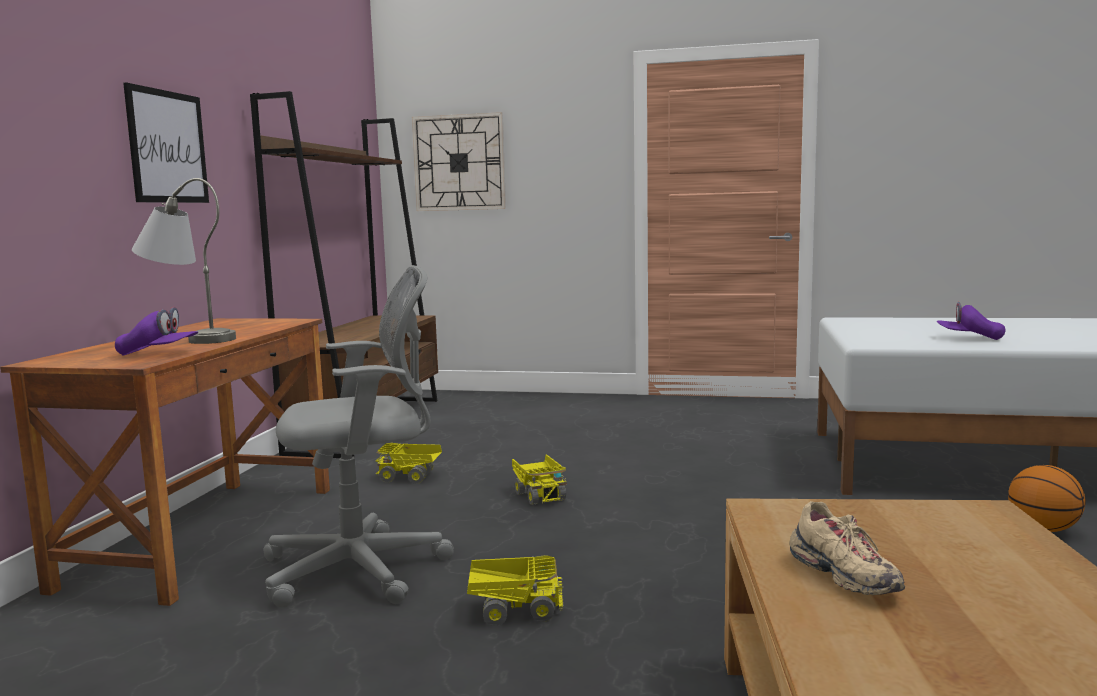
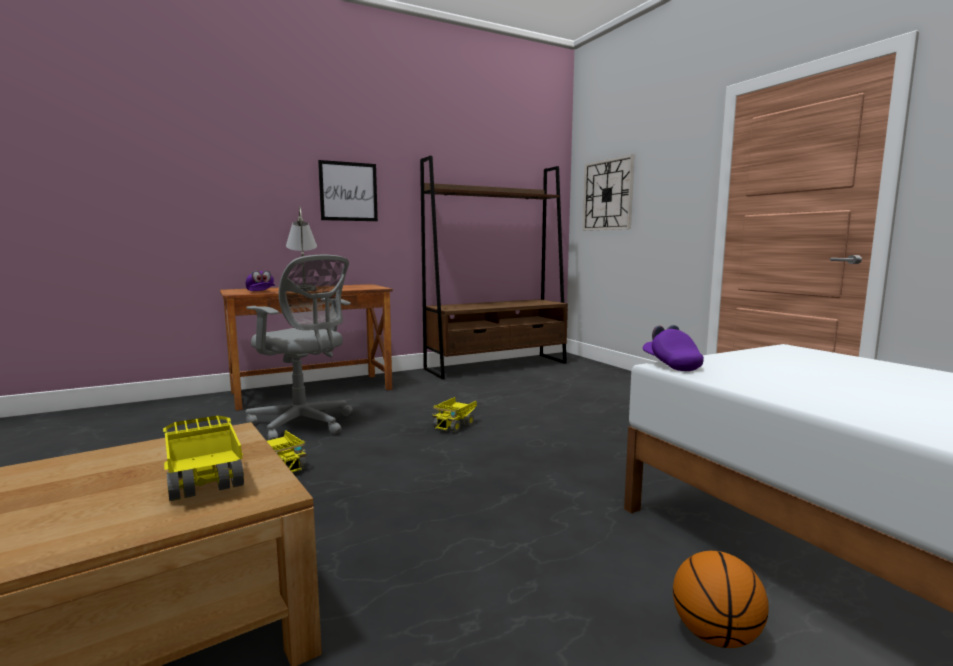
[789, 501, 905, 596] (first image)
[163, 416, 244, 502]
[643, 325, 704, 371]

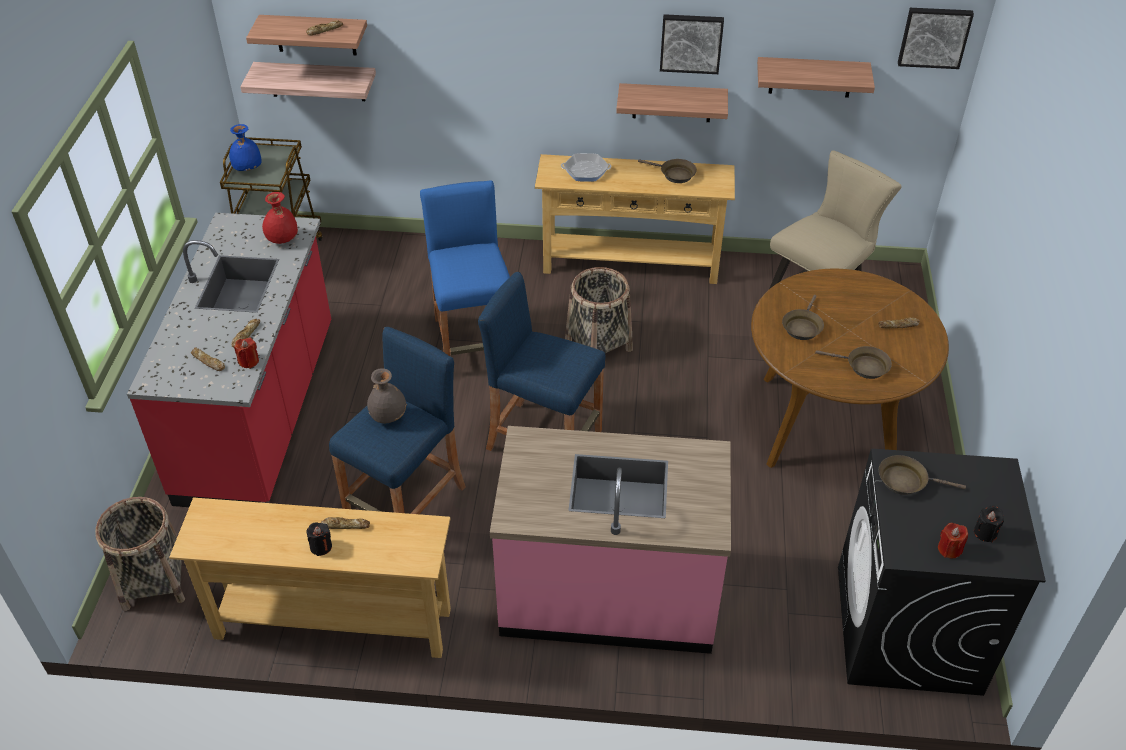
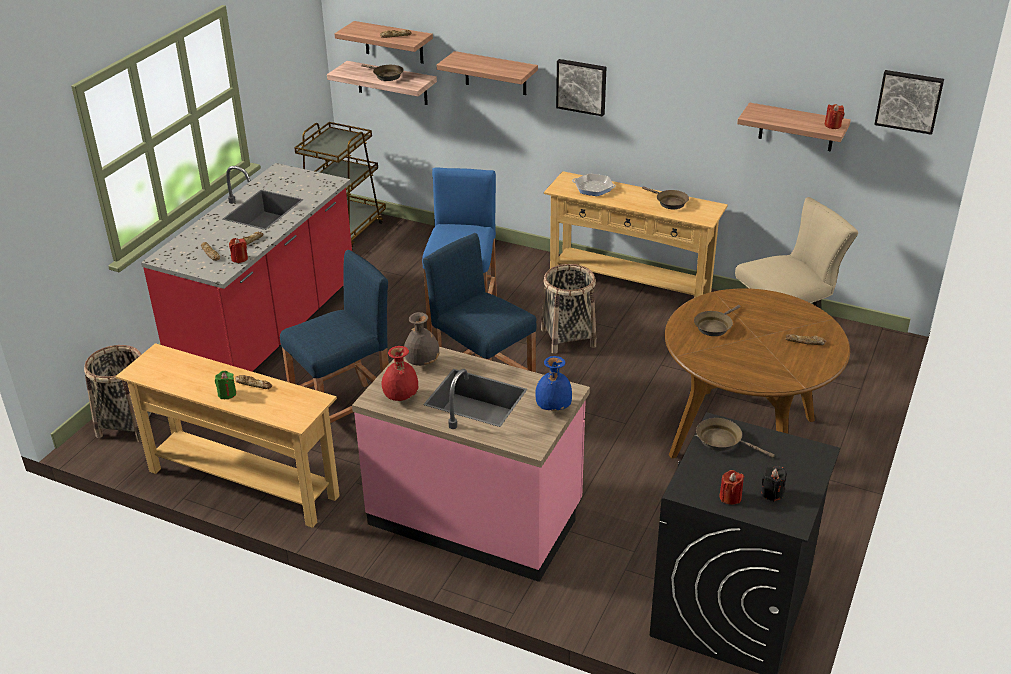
[825, 104, 844, 129]
[535, 356, 572, 411]
[381, 346, 418, 401]
[404, 312, 440, 366]
[437, 51, 538, 95]
[556, 59, 607, 116]
[361, 64, 404, 81]
[215, 371, 236, 399]

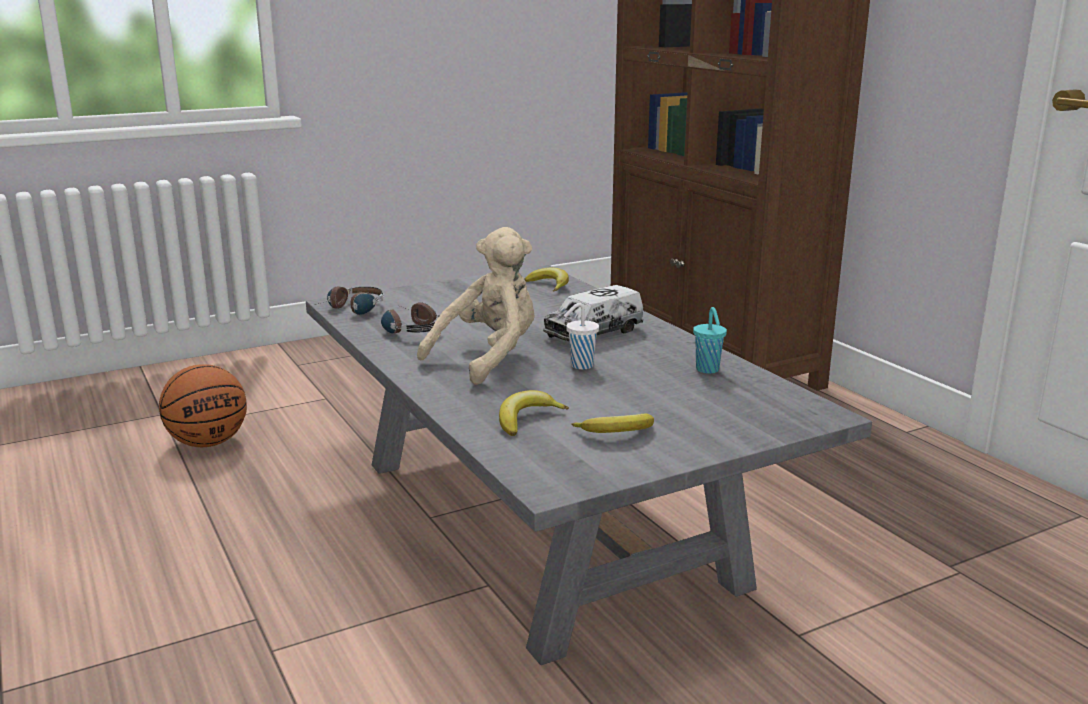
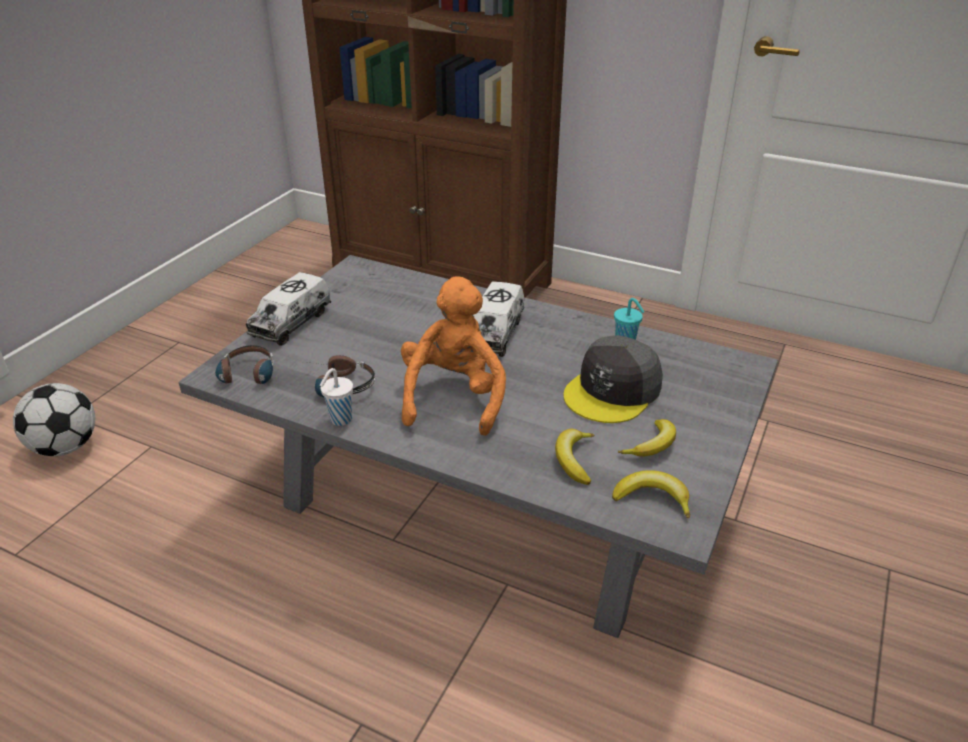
[159, 364, 247, 447] (first image)
[13, 383, 95, 456]
[246, 272, 331, 346]
[564, 335, 663, 423]
[612, 470, 690, 518]
[320, 368, 353, 426]
[401, 276, 506, 436]

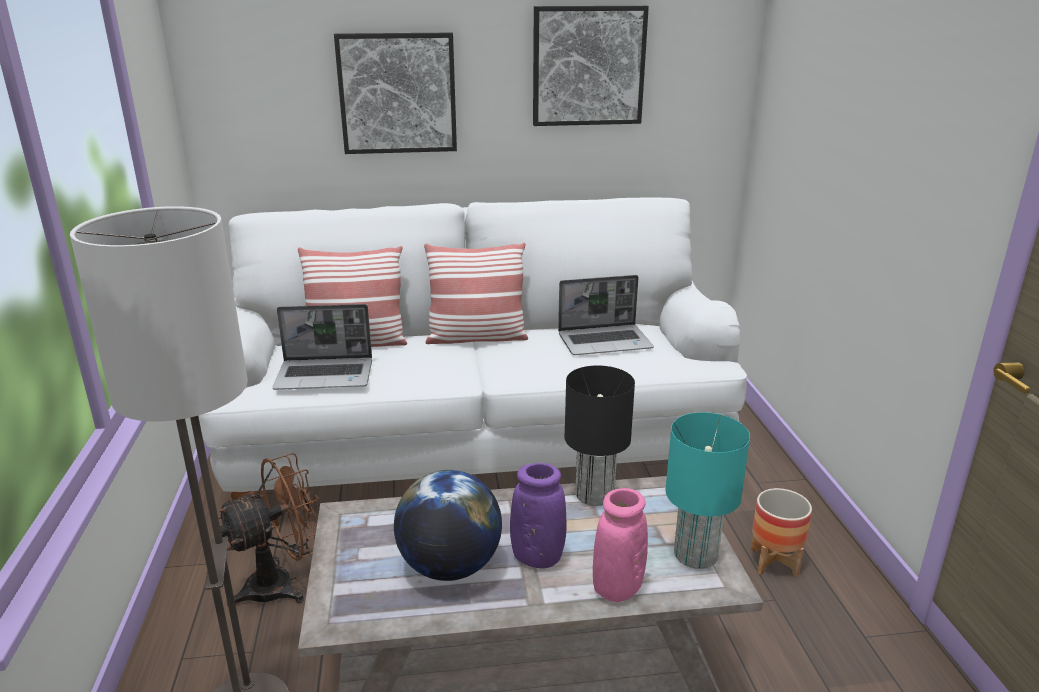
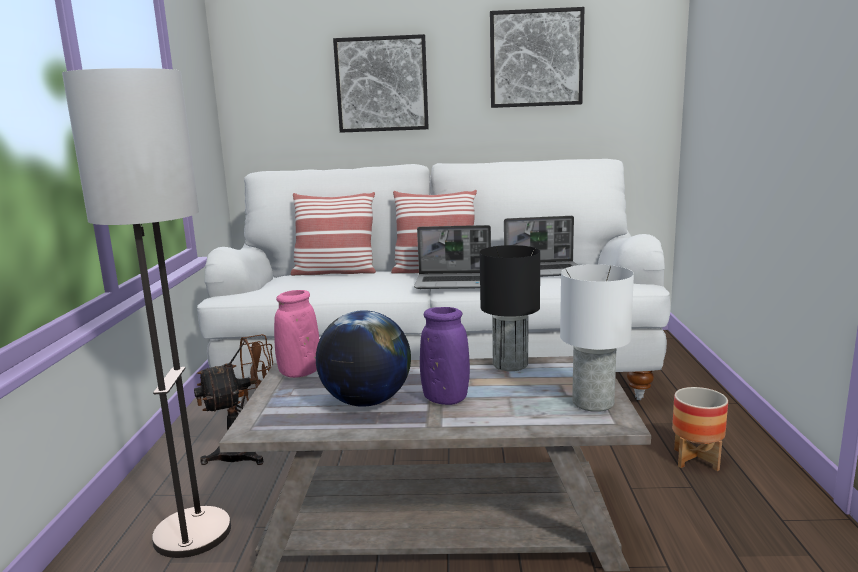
[414, 225, 491, 289]
[274, 290, 319, 378]
[560, 264, 634, 412]

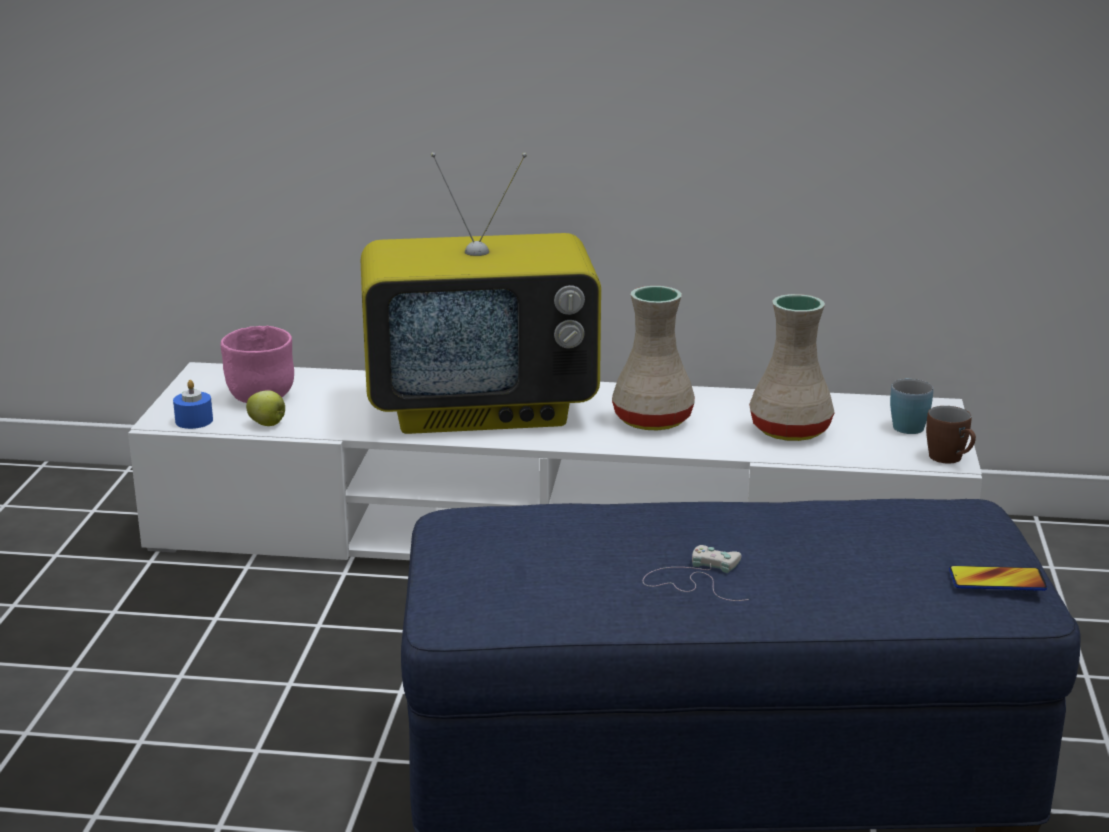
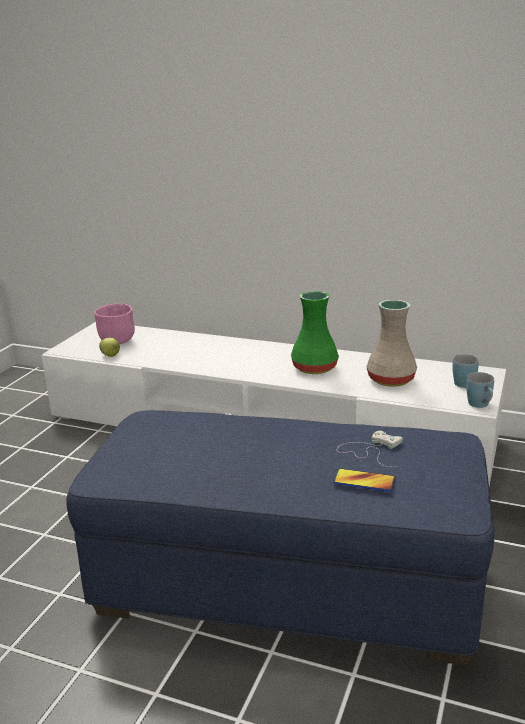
[173, 380, 213, 429] (first image)
[361, 152, 601, 434] (first image)
[336, 431, 403, 467]
[333, 469, 396, 492]
[291, 291, 339, 374]
[466, 372, 494, 408]

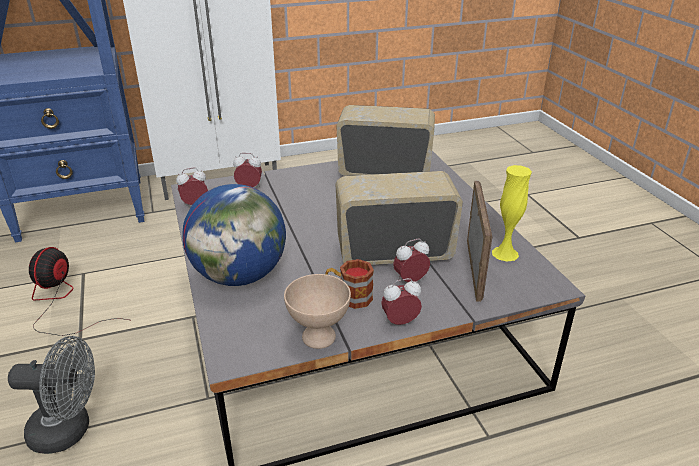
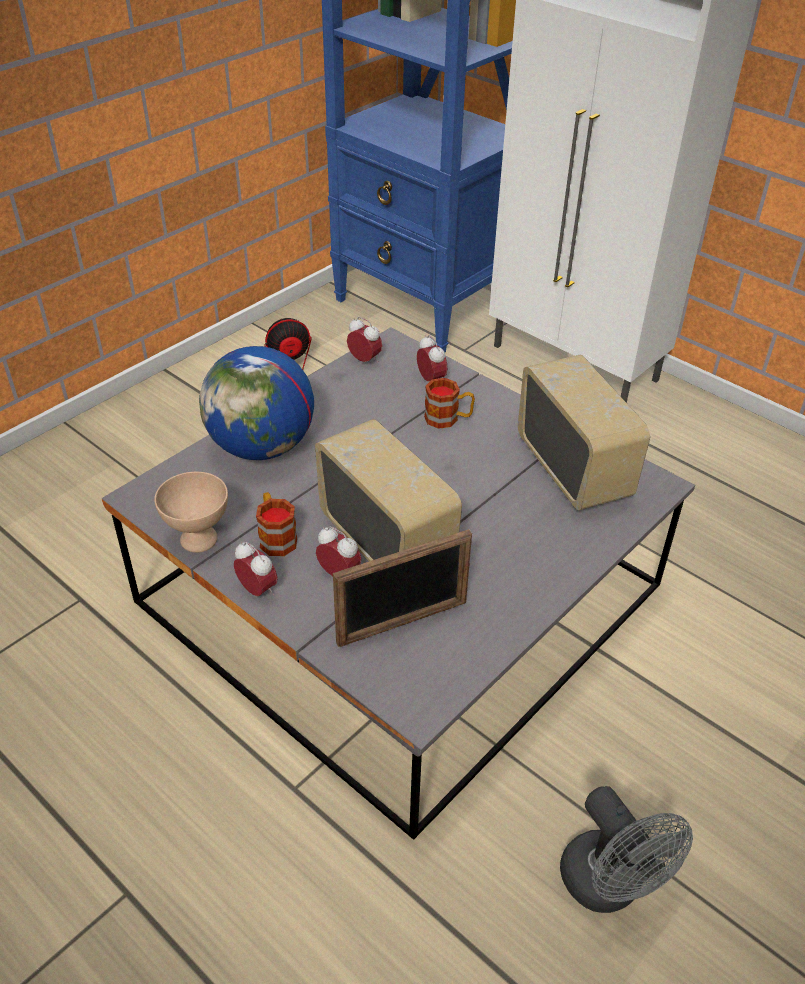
[492, 165, 532, 262] (first image)
[424, 378, 475, 429]
[560, 786, 693, 913]

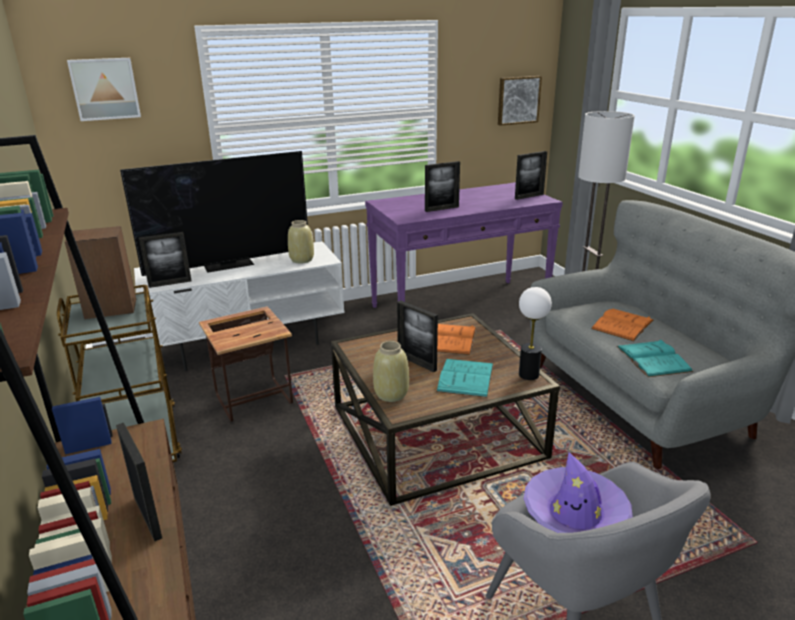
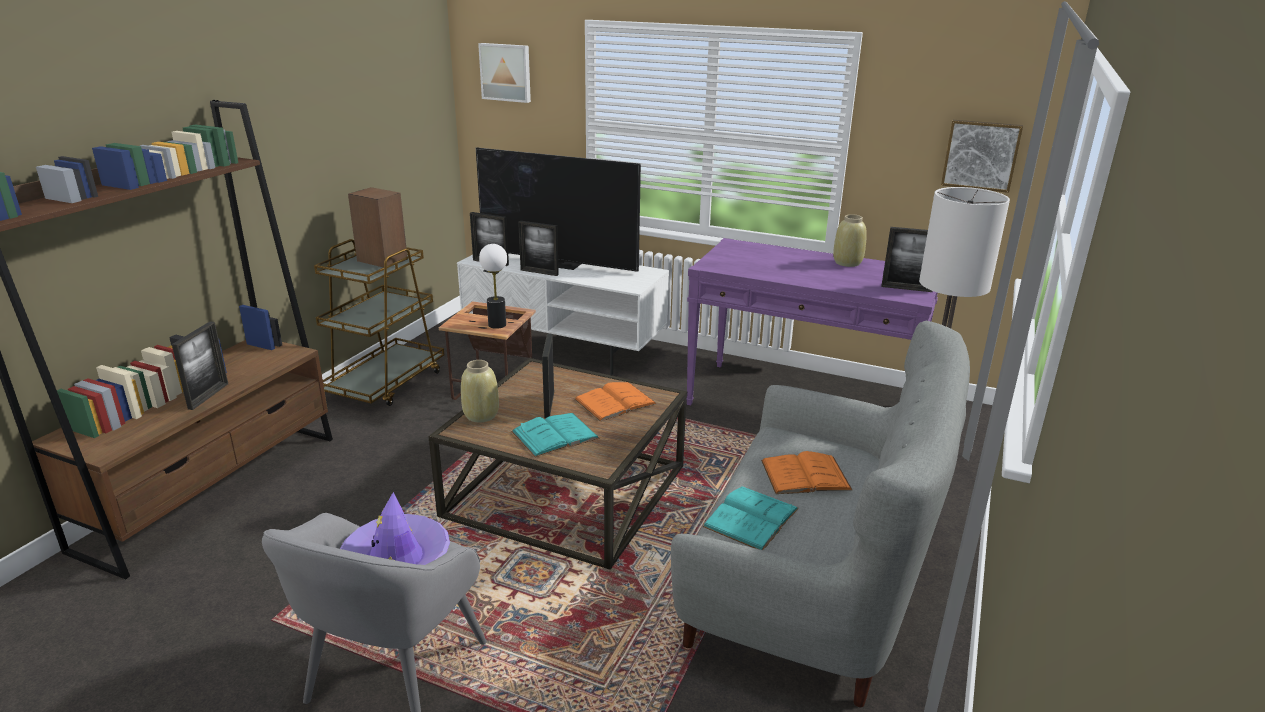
[833, 214, 867, 267]
[518, 221, 559, 276]
[479, 244, 507, 329]

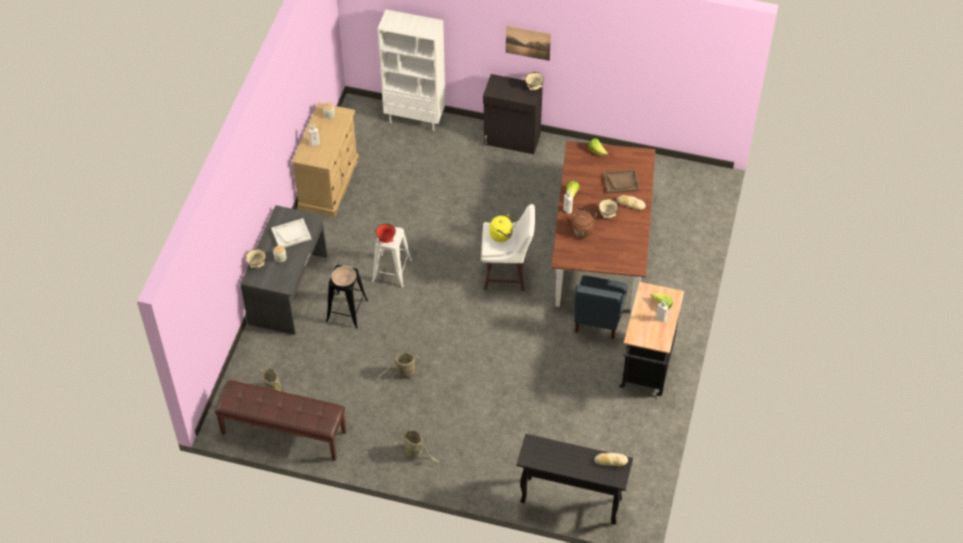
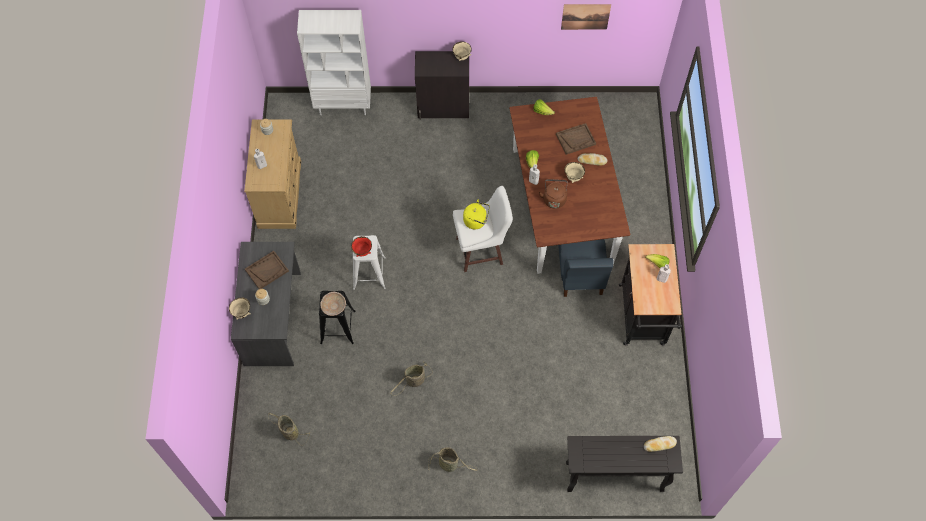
[215, 380, 347, 461] (first image)
[561, 4, 611, 30]
[245, 251, 289, 289]

